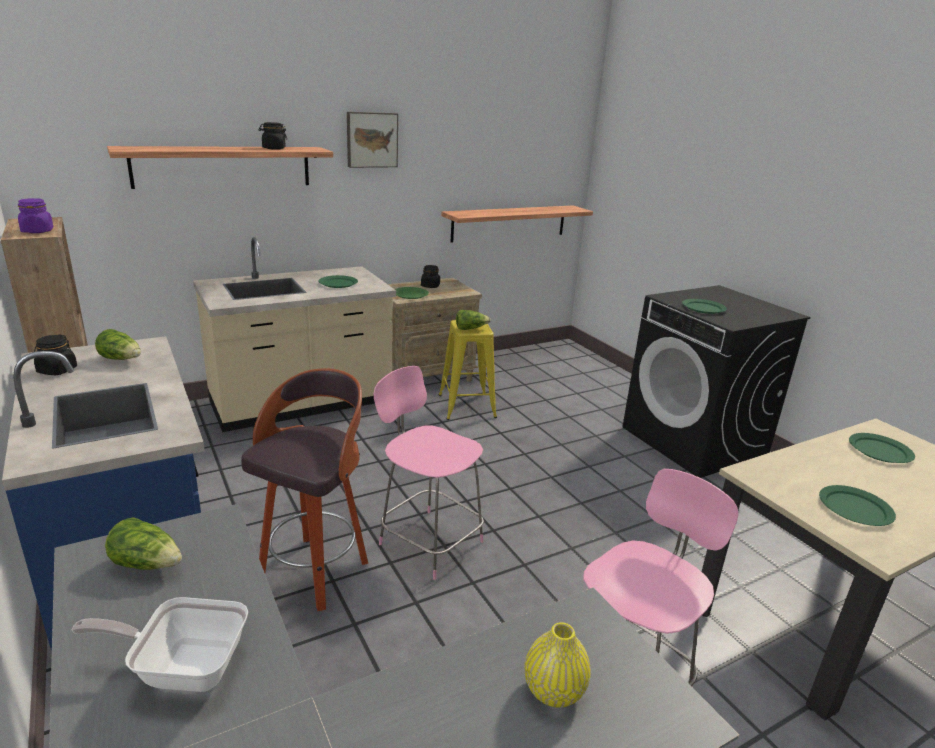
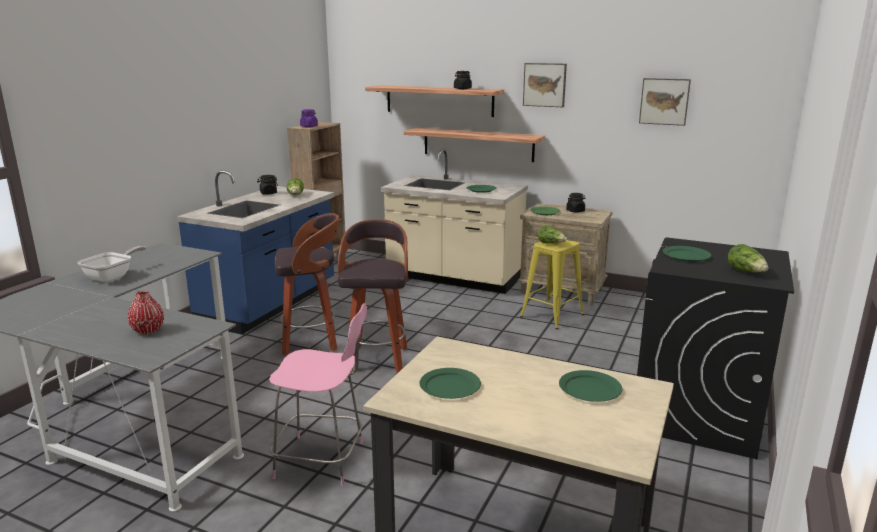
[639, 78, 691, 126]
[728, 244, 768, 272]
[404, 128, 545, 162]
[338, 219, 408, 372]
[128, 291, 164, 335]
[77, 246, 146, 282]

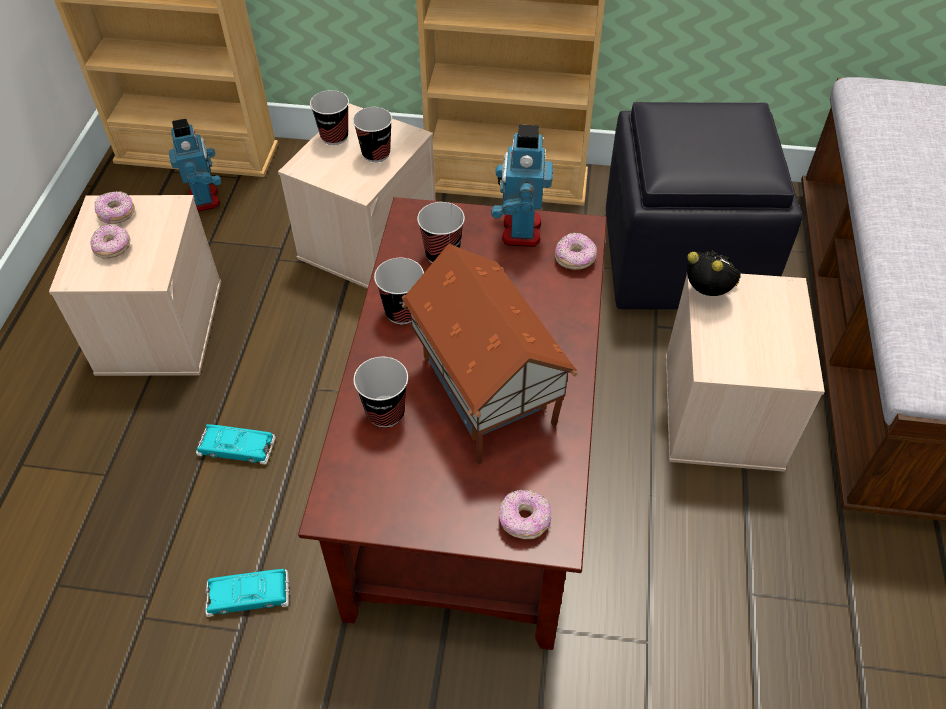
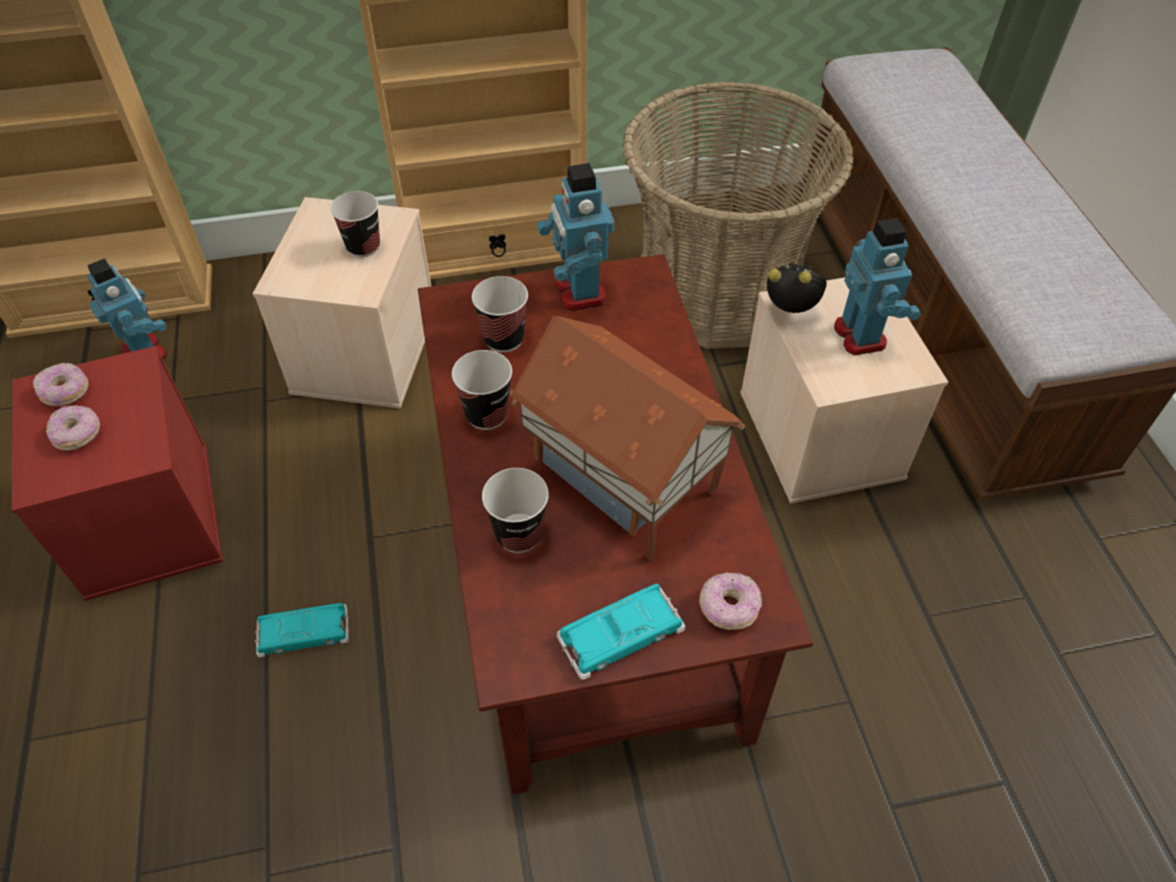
[310, 90, 349, 145] (first image)
[555, 232, 597, 270] (first image)
[834, 218, 921, 355]
[556, 584, 685, 680]
[622, 82, 854, 349]
[12, 346, 223, 601]

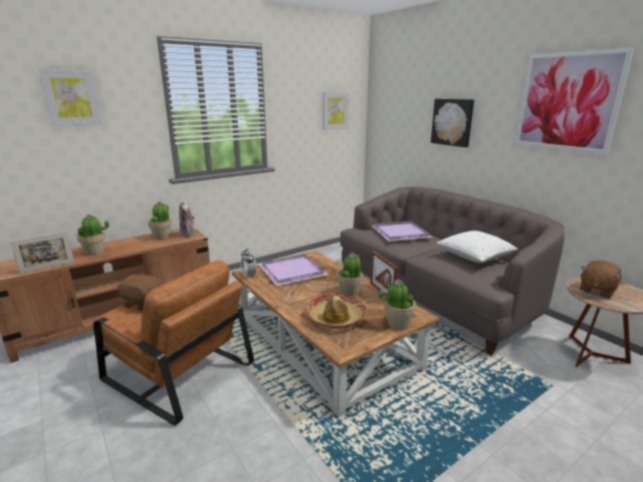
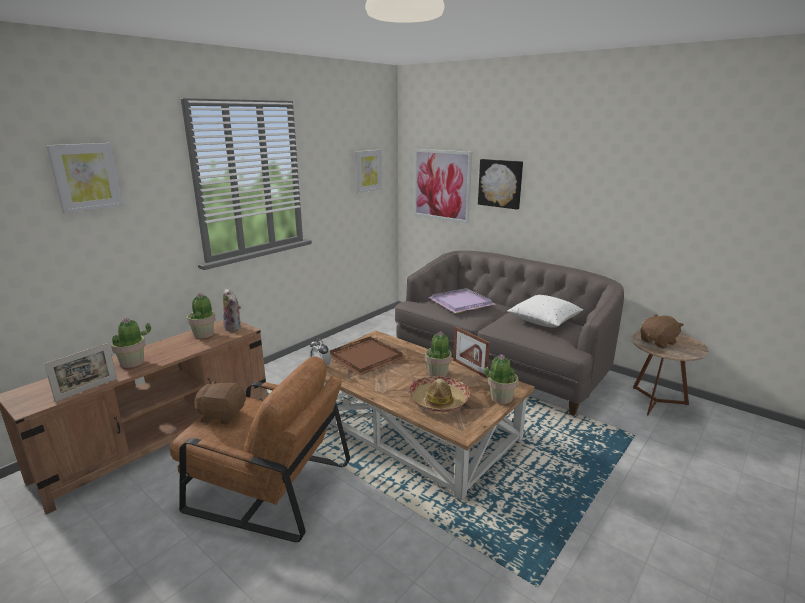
[414, 149, 472, 224]
[330, 336, 407, 375]
[641, 314, 684, 348]

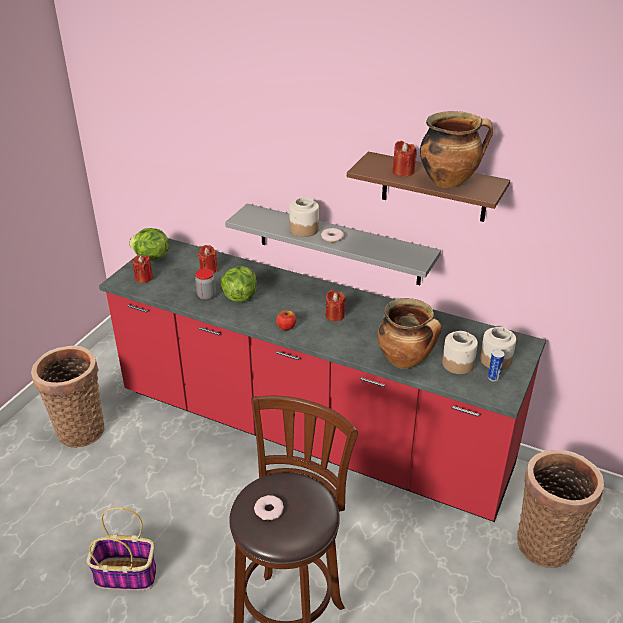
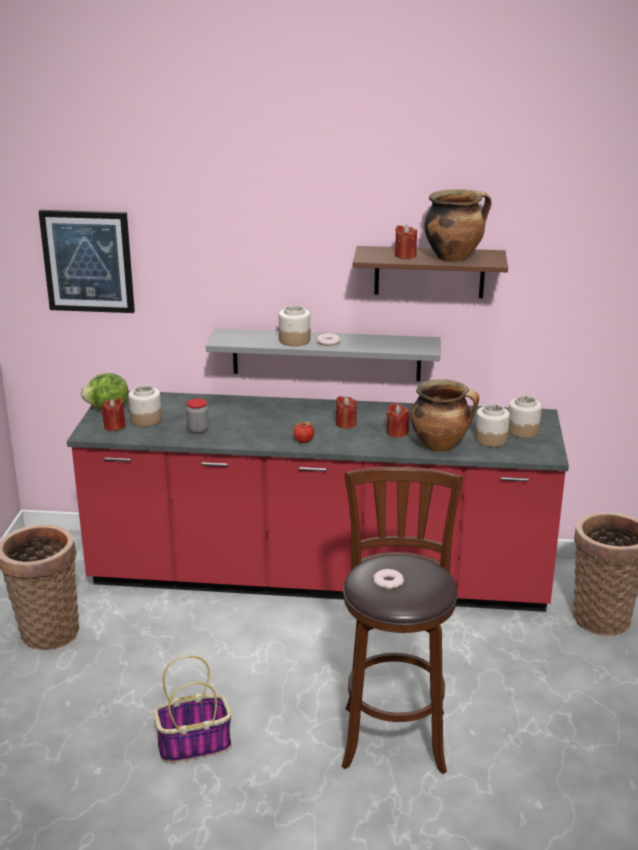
[221, 266, 257, 302] (first image)
[488, 349, 505, 382] (first image)
[38, 210, 135, 313]
[128, 385, 162, 426]
[386, 403, 409, 438]

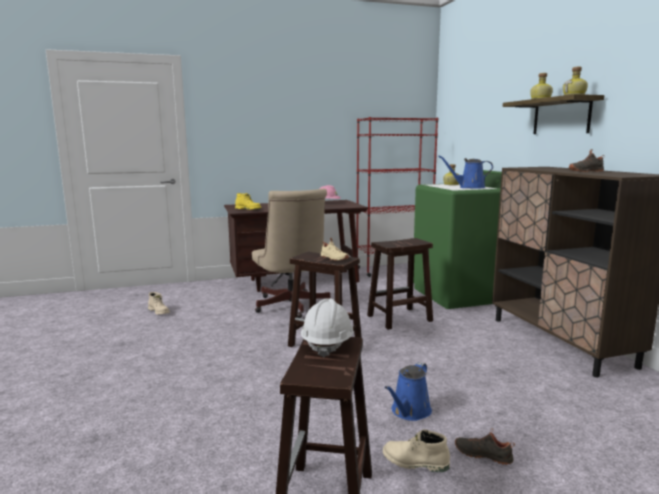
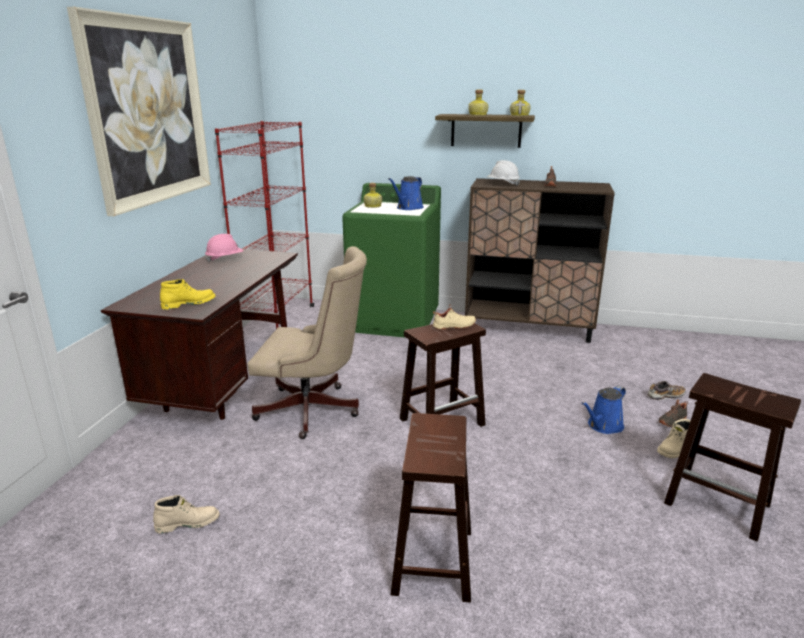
[67, 7, 211, 216]
[648, 381, 686, 400]
[487, 160, 520, 186]
[391, 413, 471, 603]
[581, 386, 626, 434]

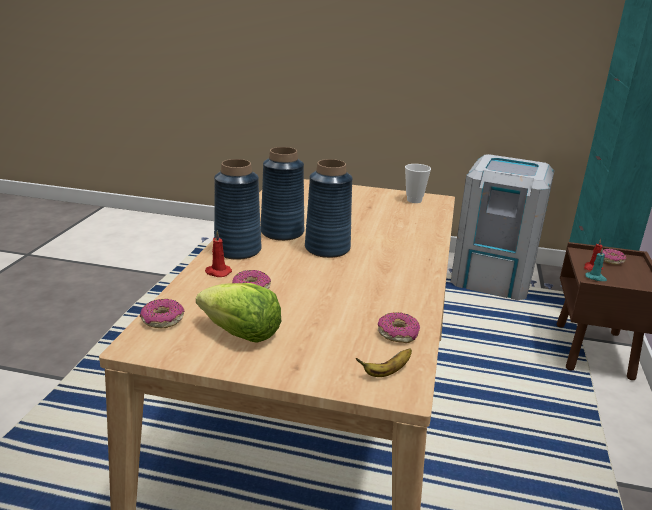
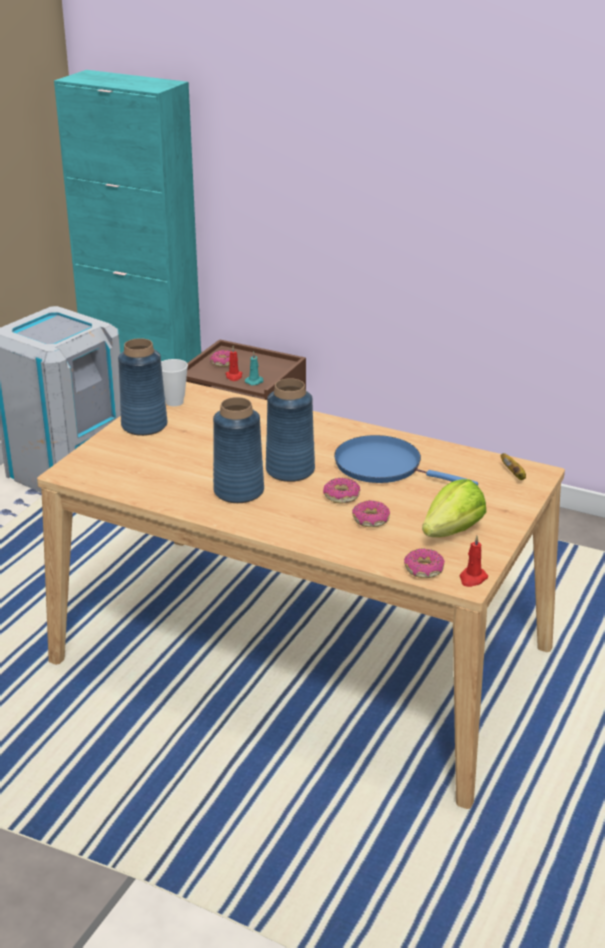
[334, 435, 478, 485]
[460, 535, 488, 587]
[118, 338, 167, 436]
[323, 478, 360, 504]

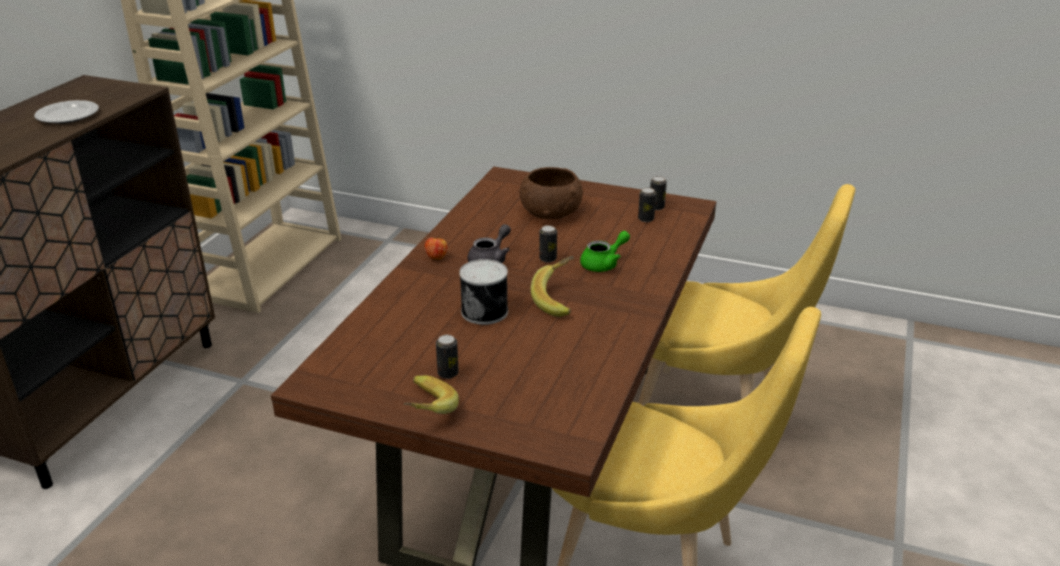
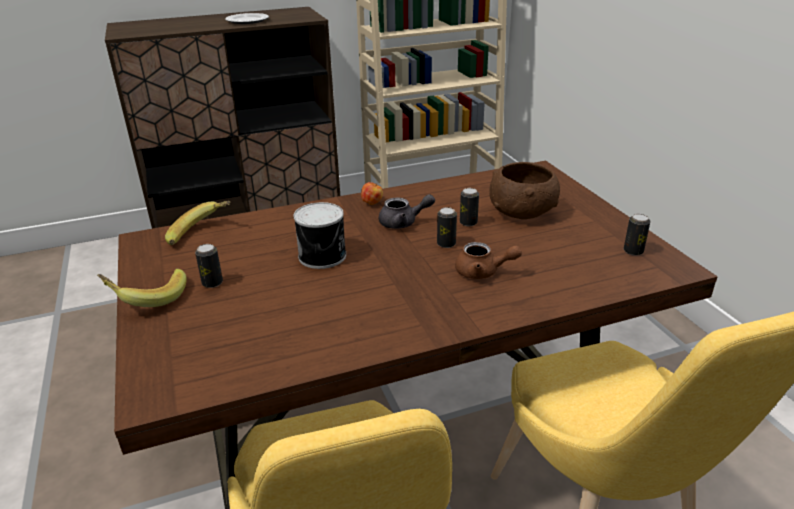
[165, 201, 231, 245]
[460, 188, 479, 226]
[455, 242, 522, 279]

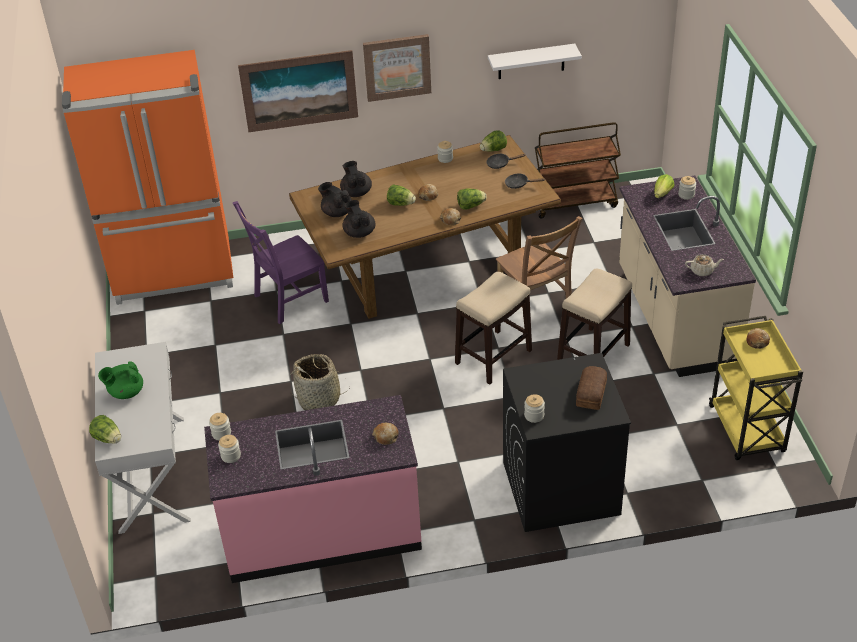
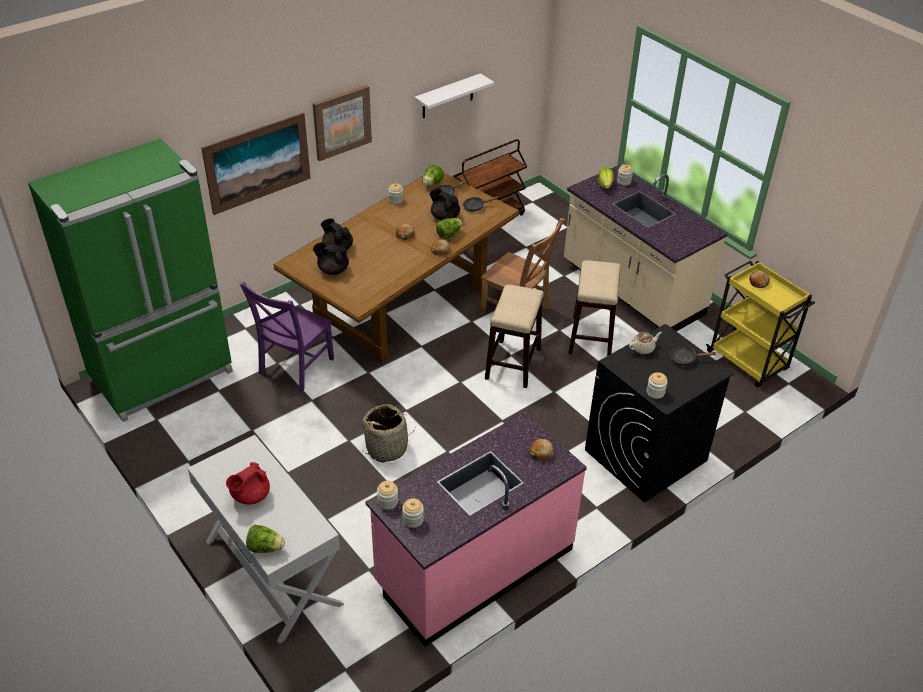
[387, 184, 416, 206] (first image)
[430, 188, 460, 220]
[629, 332, 662, 354]
[669, 346, 717, 365]
[28, 138, 233, 422]
[226, 462, 270, 505]

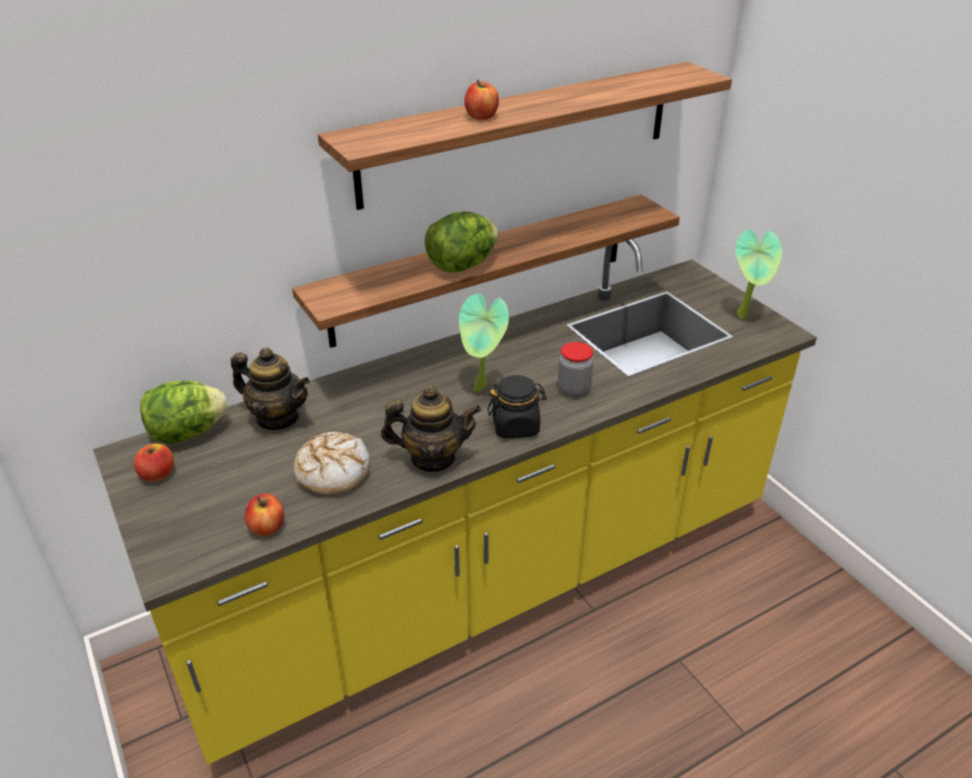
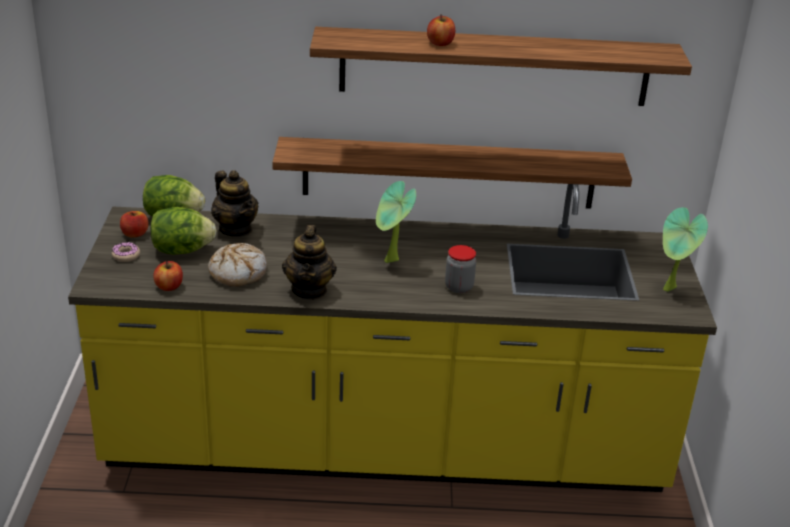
[487, 375, 547, 438] (first image)
[112, 242, 140, 262]
[150, 207, 217, 255]
[282, 225, 337, 300]

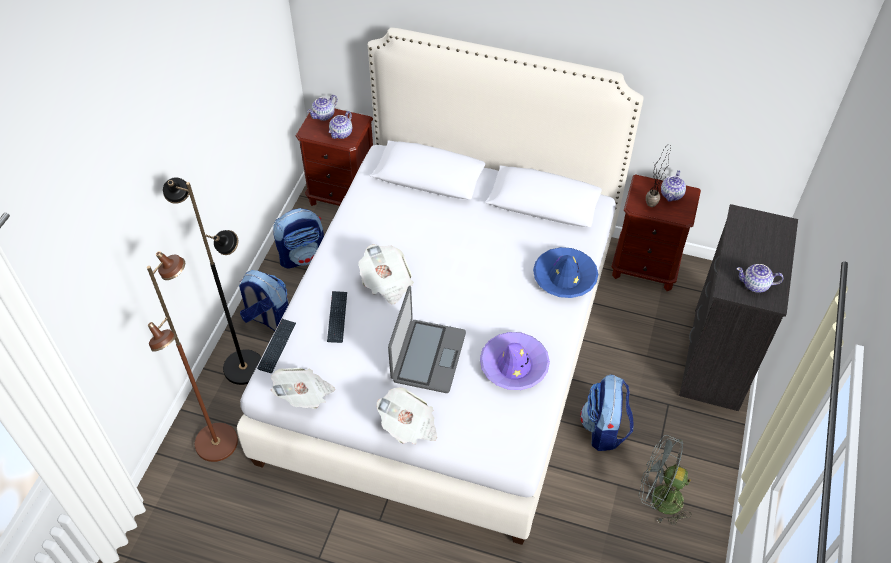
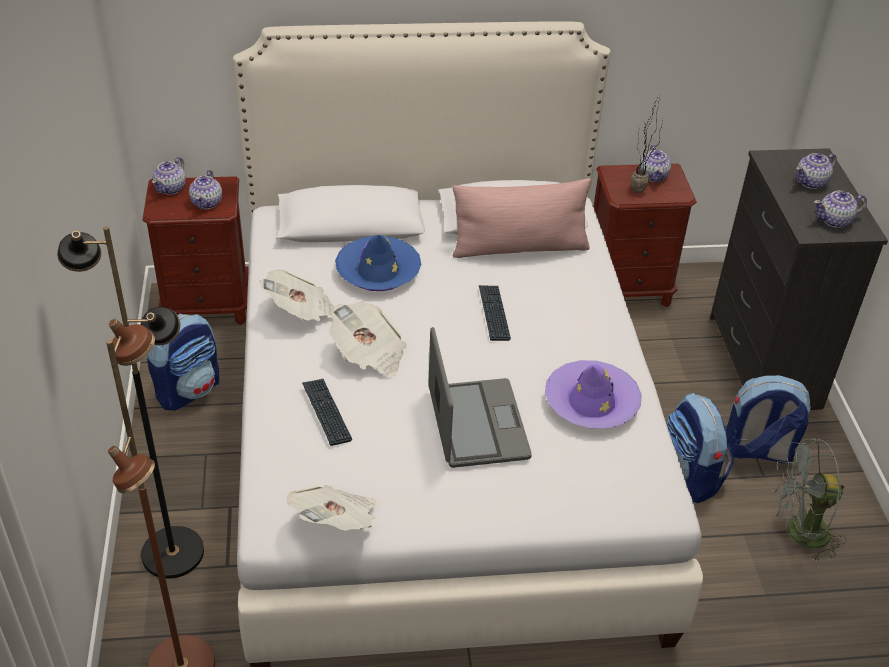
[453, 178, 591, 258]
[796, 153, 837, 189]
[726, 375, 811, 463]
[479, 285, 511, 341]
[259, 270, 335, 321]
[335, 235, 421, 291]

